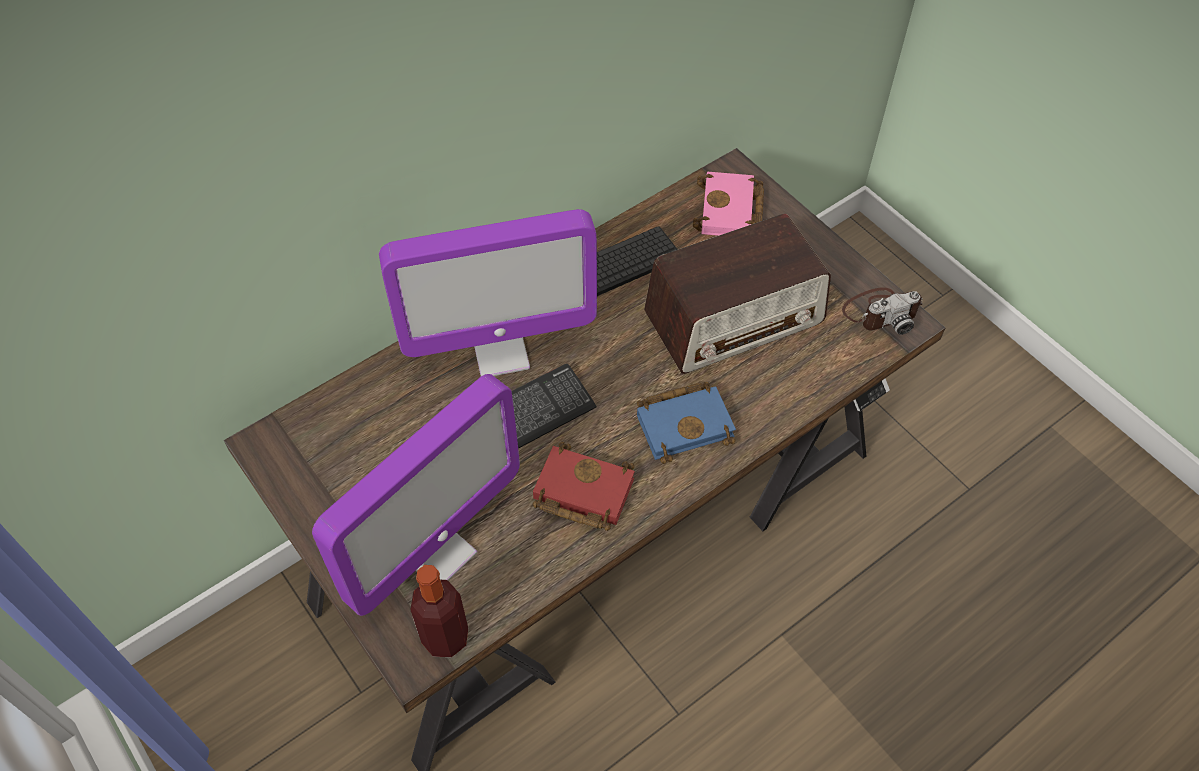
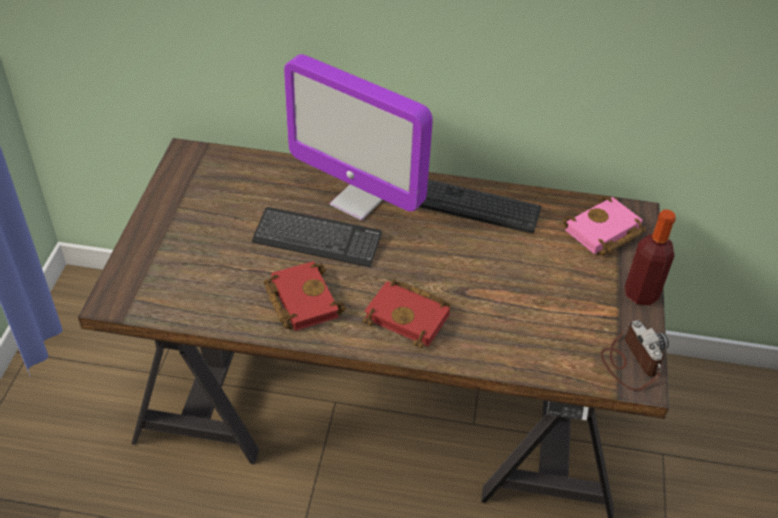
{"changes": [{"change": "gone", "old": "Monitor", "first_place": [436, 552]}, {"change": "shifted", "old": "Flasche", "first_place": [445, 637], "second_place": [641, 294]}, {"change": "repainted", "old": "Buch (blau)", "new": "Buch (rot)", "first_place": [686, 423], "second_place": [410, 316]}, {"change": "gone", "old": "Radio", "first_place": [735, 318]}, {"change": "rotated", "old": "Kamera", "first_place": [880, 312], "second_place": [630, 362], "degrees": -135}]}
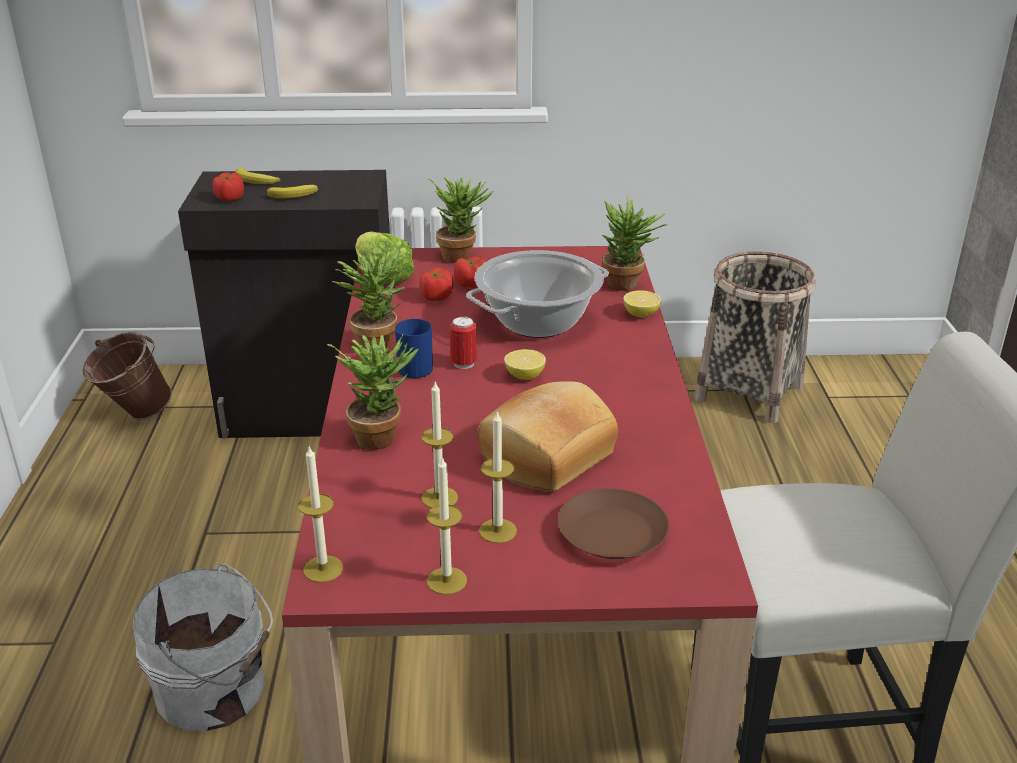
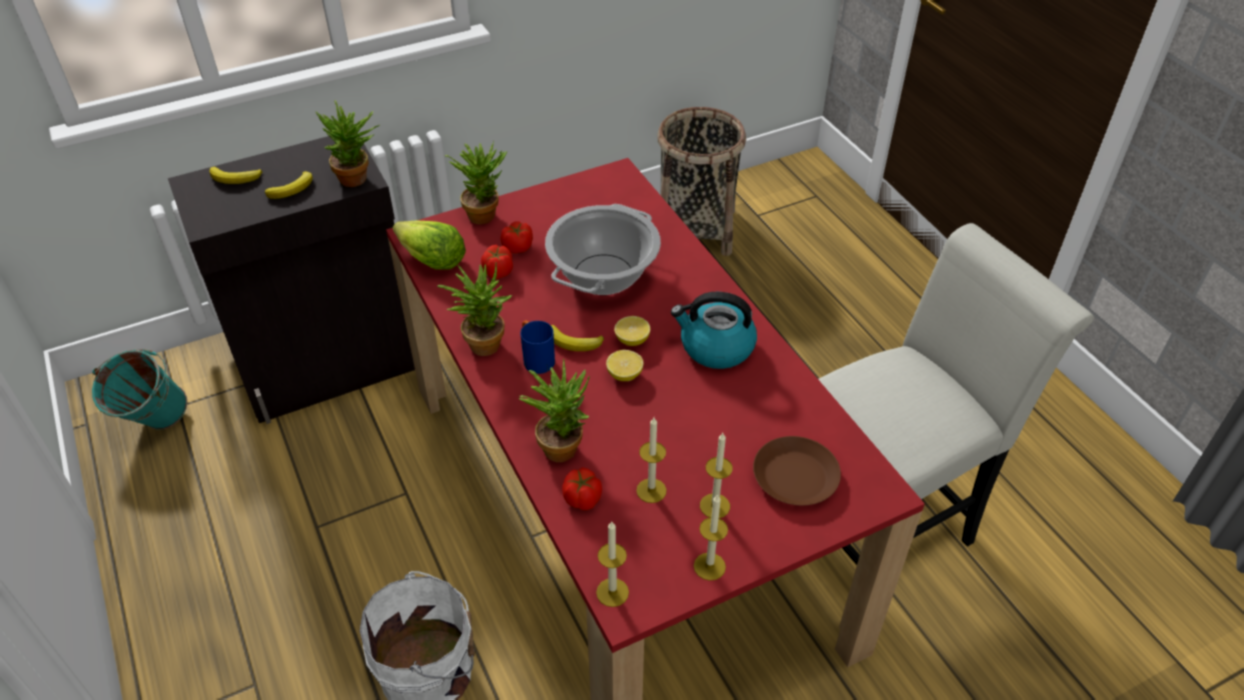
{"changes": [{"change": "repainted", "old": "Eimer (braun)", "new": "Eimer (türkis)", "first_place": [134, 415], "second_place": [154, 425]}, {"change": "shifted", "old": "Tomate", "first_place": [230, 199], "second_place": [582, 498]}, {"change": "swapped", "old": "Dose", "new": "Banane", "first_place": [464, 364], "second_place": [574, 342]}, {"change": "gone", "old": "Brot", "first_place": [544, 455]}, {"change": "shifted", "old": "Topfpflanze", "first_place": [628, 286], "second_place": [358, 179]}, {"change": "shifted", "old": "Zitrone", "first_place": [641, 314], "second_place": [624, 375]}, {"change": "new", "new": "Wasserkessel", "second_place": [715, 347]}]}
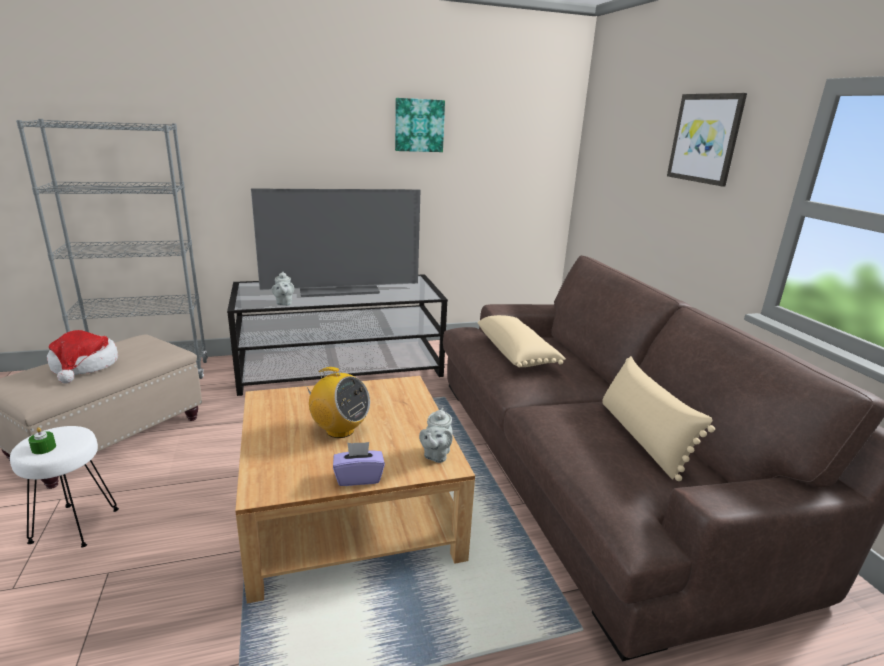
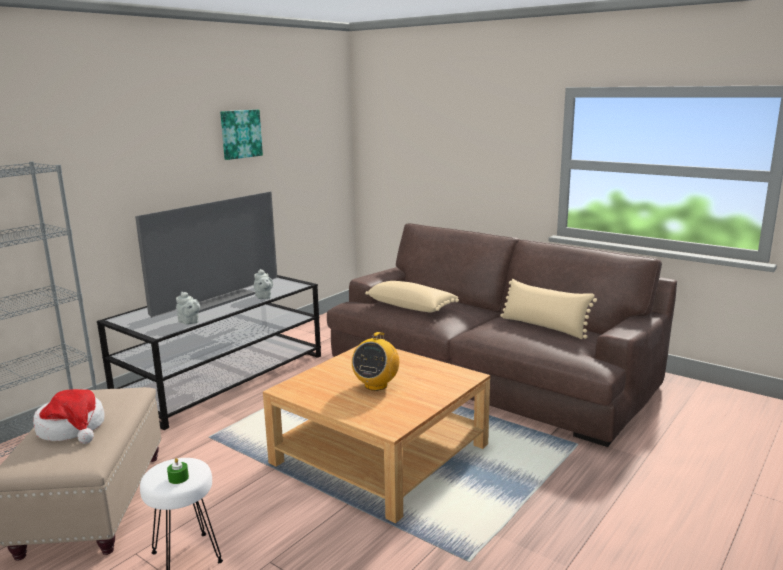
{"changes": [{"change": "rotated", "old": "Radio", "first_place": [339, 430], "second_place": [376, 385], "degrees": 120}, {"change": "gone", "old": "Taschentuchbox (lila)", "first_place": [358, 477]}, {"change": "shifted", "old": "Teekanne (grau)", "first_place": [436, 455], "second_place": [263, 297]}, {"change": "gone", "old": "Bild", "first_place": [705, 138]}]}
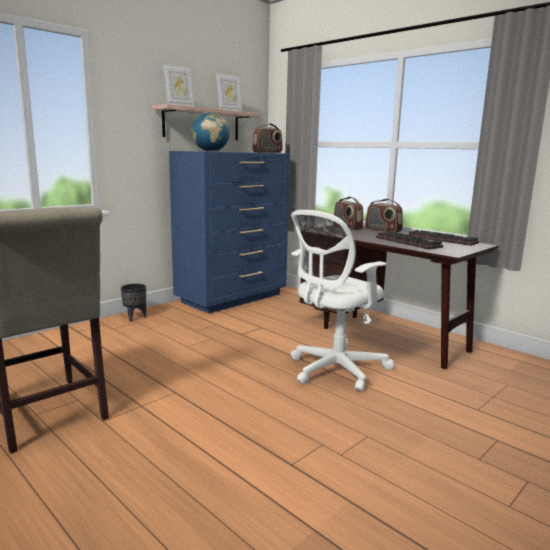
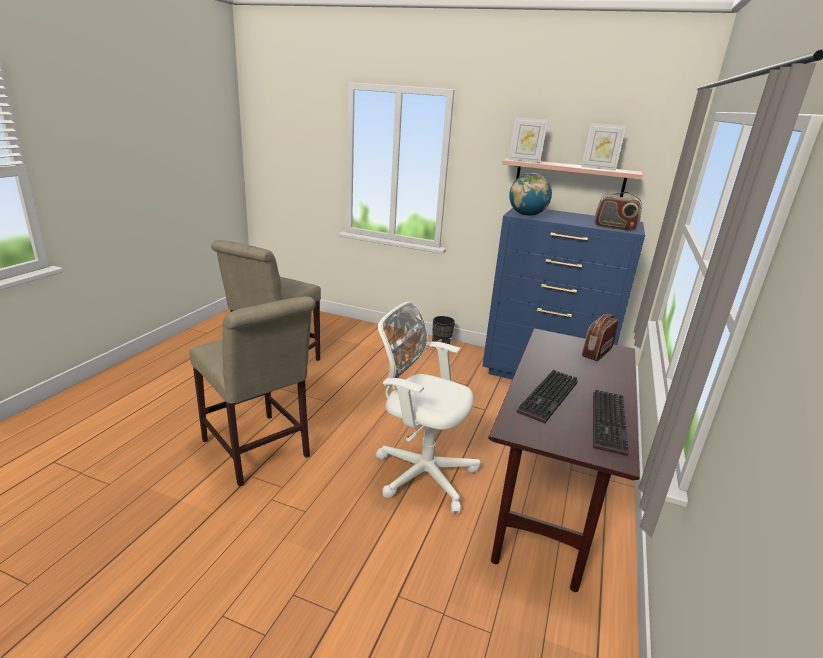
{"changes": [{"change": "gone", "old": "Radio", "first_place": [382, 230]}, {"change": "new", "new": "Stuhl (beige)", "second_place": [258, 451]}]}
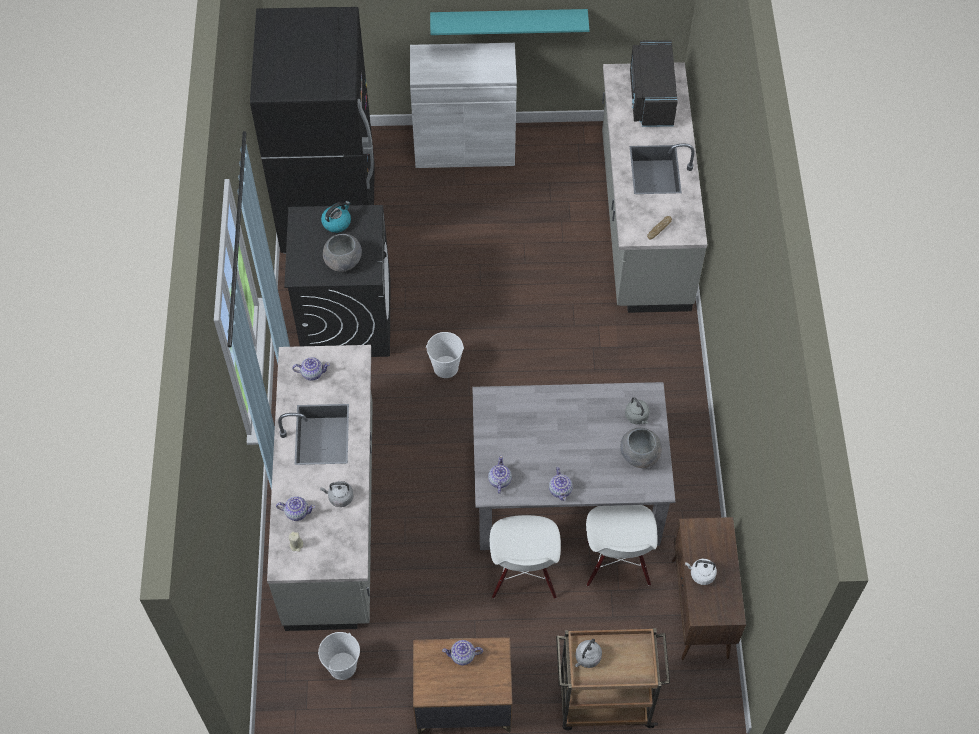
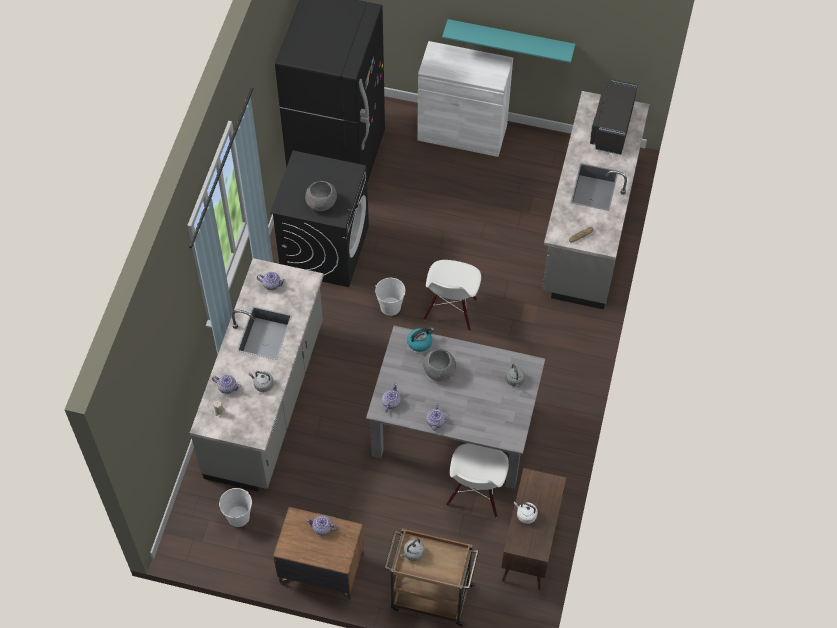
{"changes": [{"change": "shifted", "old": "Wasserkessel", "first_place": [337, 222], "second_place": [420, 342]}, {"change": "shifted", "old": "Stuhl (weiß)", "first_place": [523, 576], "second_place": [451, 310]}, {"change": "shifted", "old": "Schüssel (grau)", "first_place": [639, 455], "second_place": [439, 371]}]}
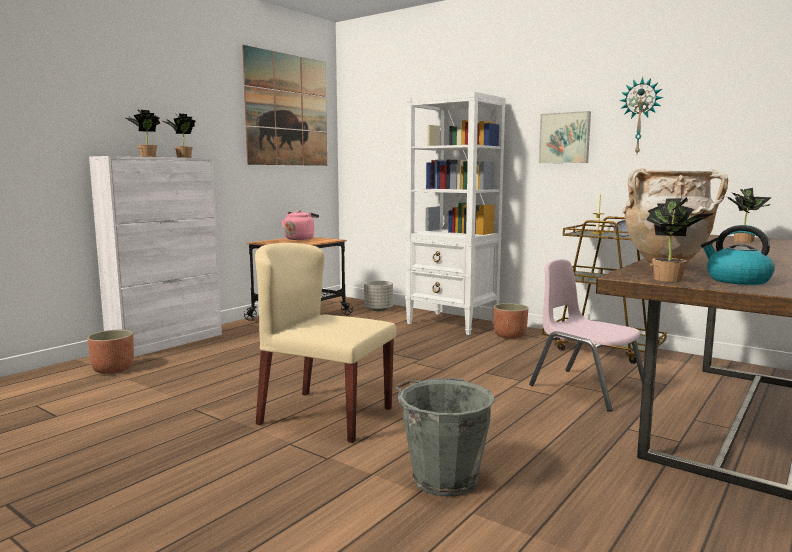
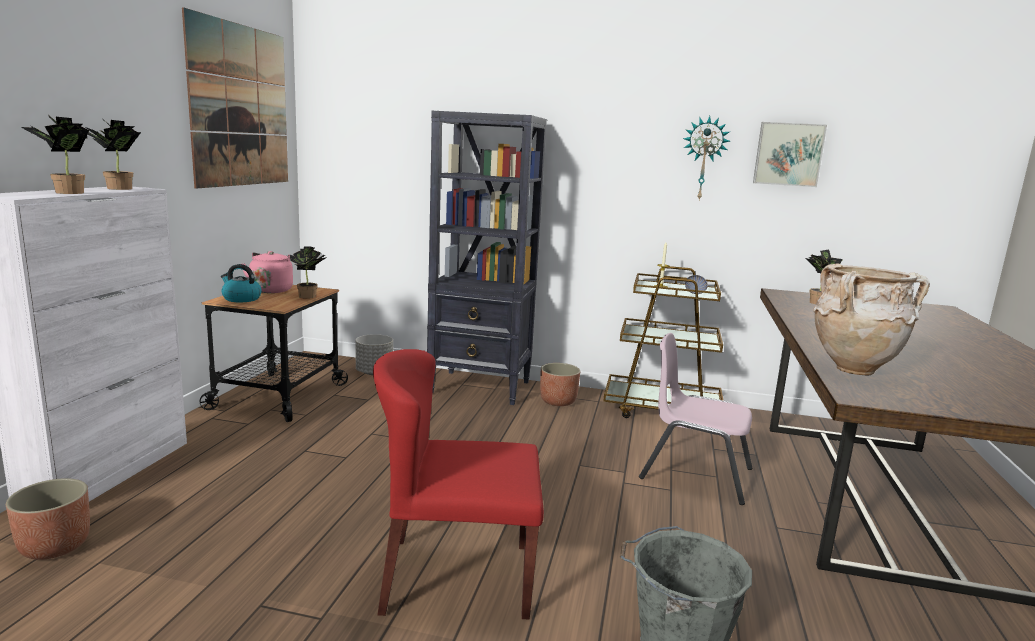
{"changes": [{"change": "repainted", "old": "Stuhl (beige)", "new": "Stuhl (rot)", "first_place": [324, 415], "second_place": [456, 577]}, {"change": "repainted", "old": "Bücherregal (weiß)", "new": "Bücherregal (schwarz)", "first_place": [452, 323], "second_place": [481, 388]}, {"change": "shifted", "old": "Bild", "first_place": [565, 138], "second_place": [788, 154]}, {"change": "shifted", "old": "Topfpflanze", "first_place": [672, 280], "second_place": [309, 297]}, {"change": "shifted", "old": "Wasserkessel", "first_place": [736, 280], "second_place": [241, 299]}]}
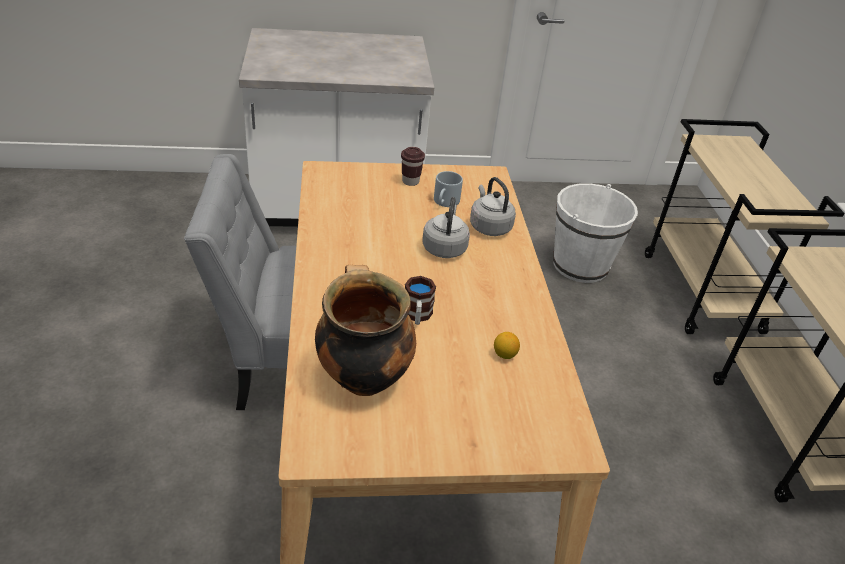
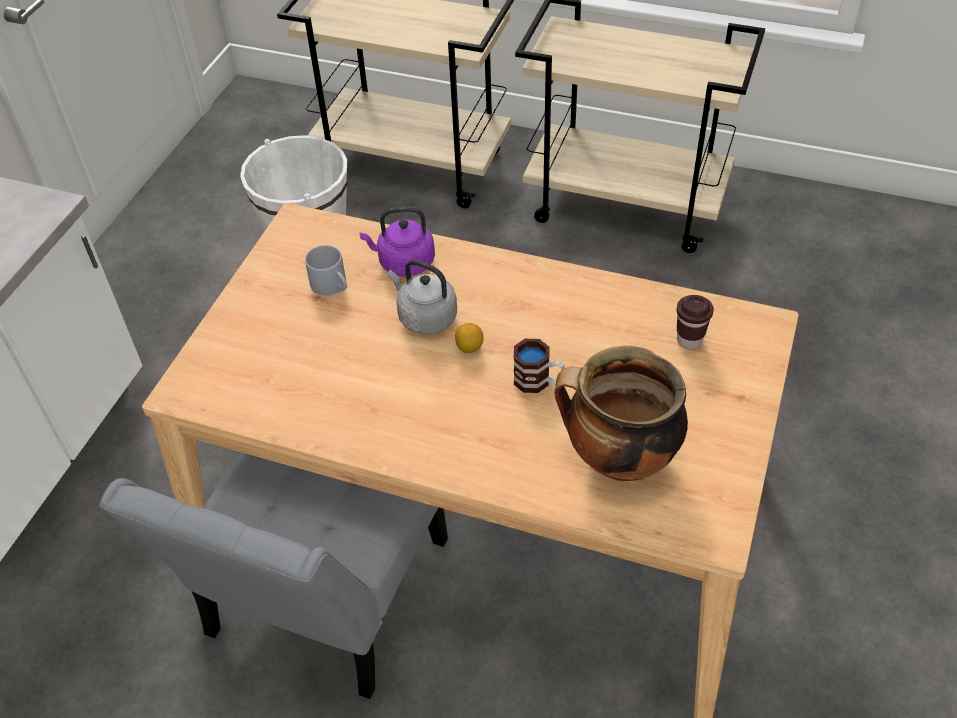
{"changes": [{"change": "shifted", "old": "Tasse (braun)", "first_place": [410, 181], "second_place": [689, 340]}, {"change": "repainted", "old": "Wasserkessel (grau)", "new": "Wasserkessel (lila)", "first_place": [489, 226], "second_place": [403, 263]}, {"change": "shifted", "old": "Zitrone", "first_place": [504, 355], "second_place": [469, 348]}]}
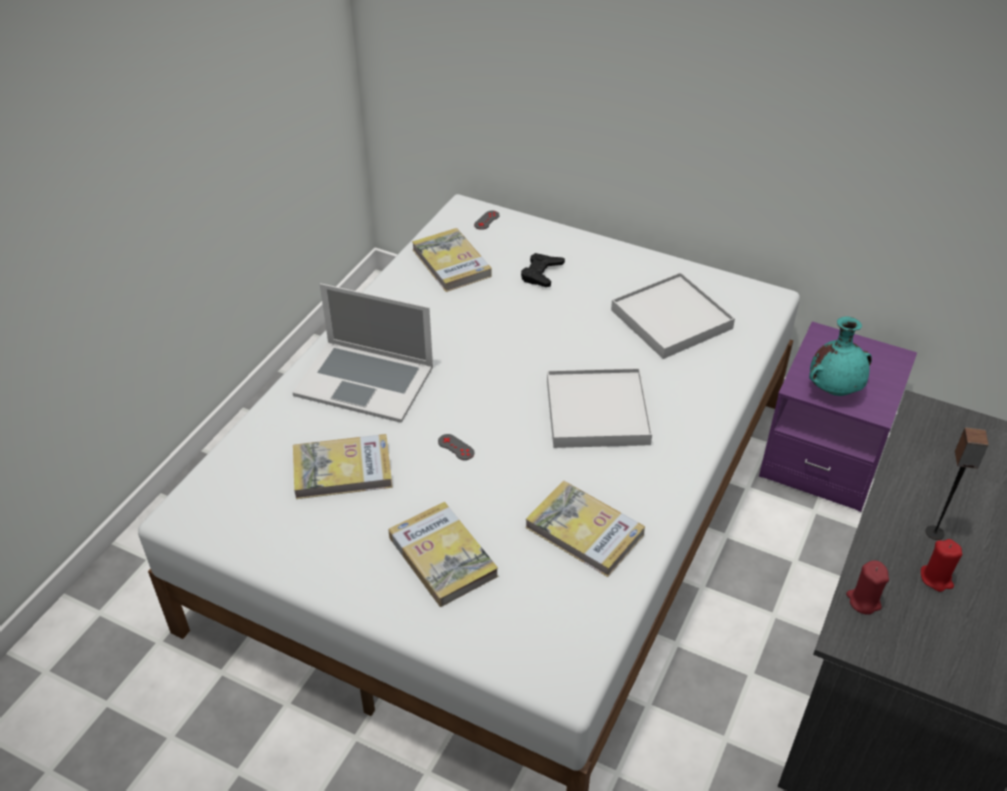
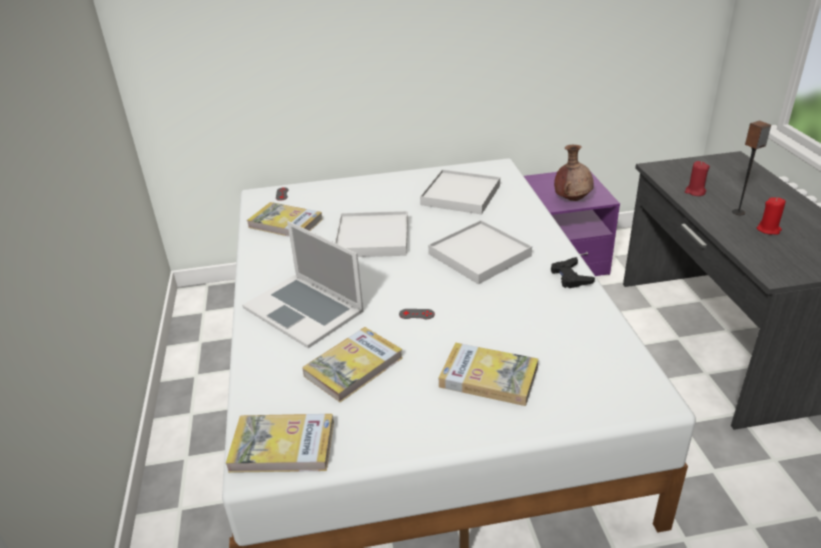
{"changes": [{"change": "rotated", "old": "Laptop", "first_place": [365, 380], "second_place": [303, 309], "degrees": 60}, {"change": "shifted", "old": "Gamepad (schwarz)", "first_place": [541, 273], "second_place": [570, 277]}, {"change": "shifted", "old": "Buch", "first_place": [584, 531], "second_place": [282, 446]}, {"change": "repainted", "old": "Vase (türkis)", "new": "Vase (braun)", "first_place": [834, 390], "second_place": [572, 199]}, {"change": "shifted", "old": "Kerze (rot)", "first_place": [863, 601], "second_place": [695, 192]}, {"change": "new", "new": "Tablett (weiß)", "second_place": [372, 238]}]}
